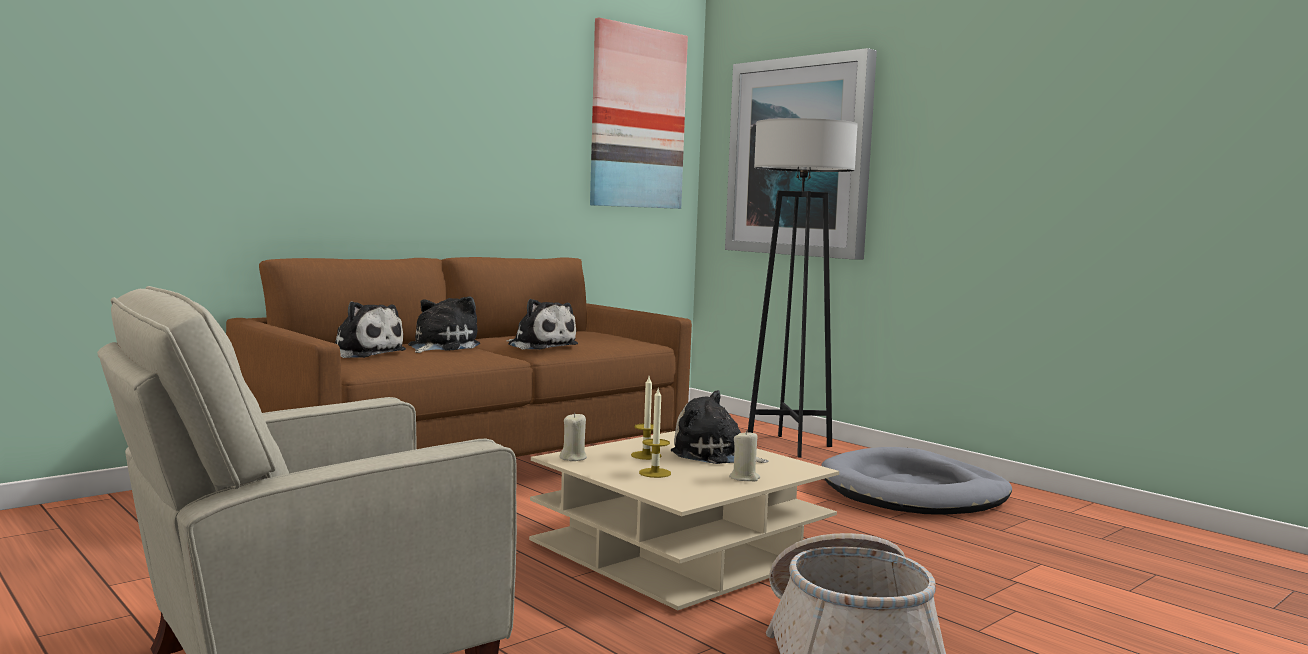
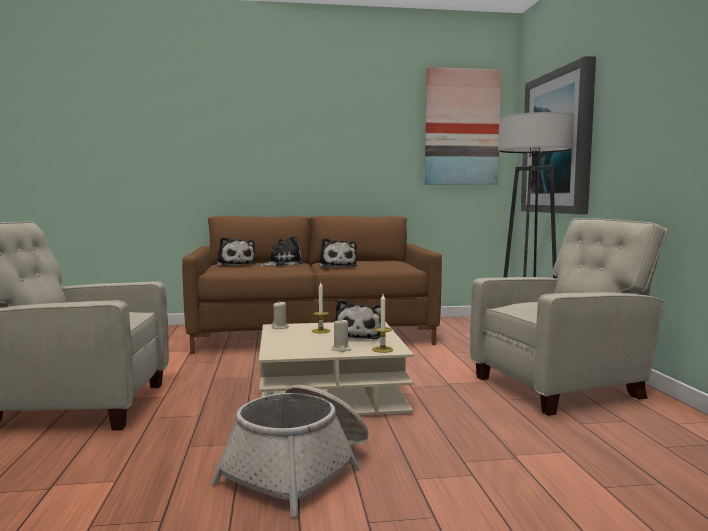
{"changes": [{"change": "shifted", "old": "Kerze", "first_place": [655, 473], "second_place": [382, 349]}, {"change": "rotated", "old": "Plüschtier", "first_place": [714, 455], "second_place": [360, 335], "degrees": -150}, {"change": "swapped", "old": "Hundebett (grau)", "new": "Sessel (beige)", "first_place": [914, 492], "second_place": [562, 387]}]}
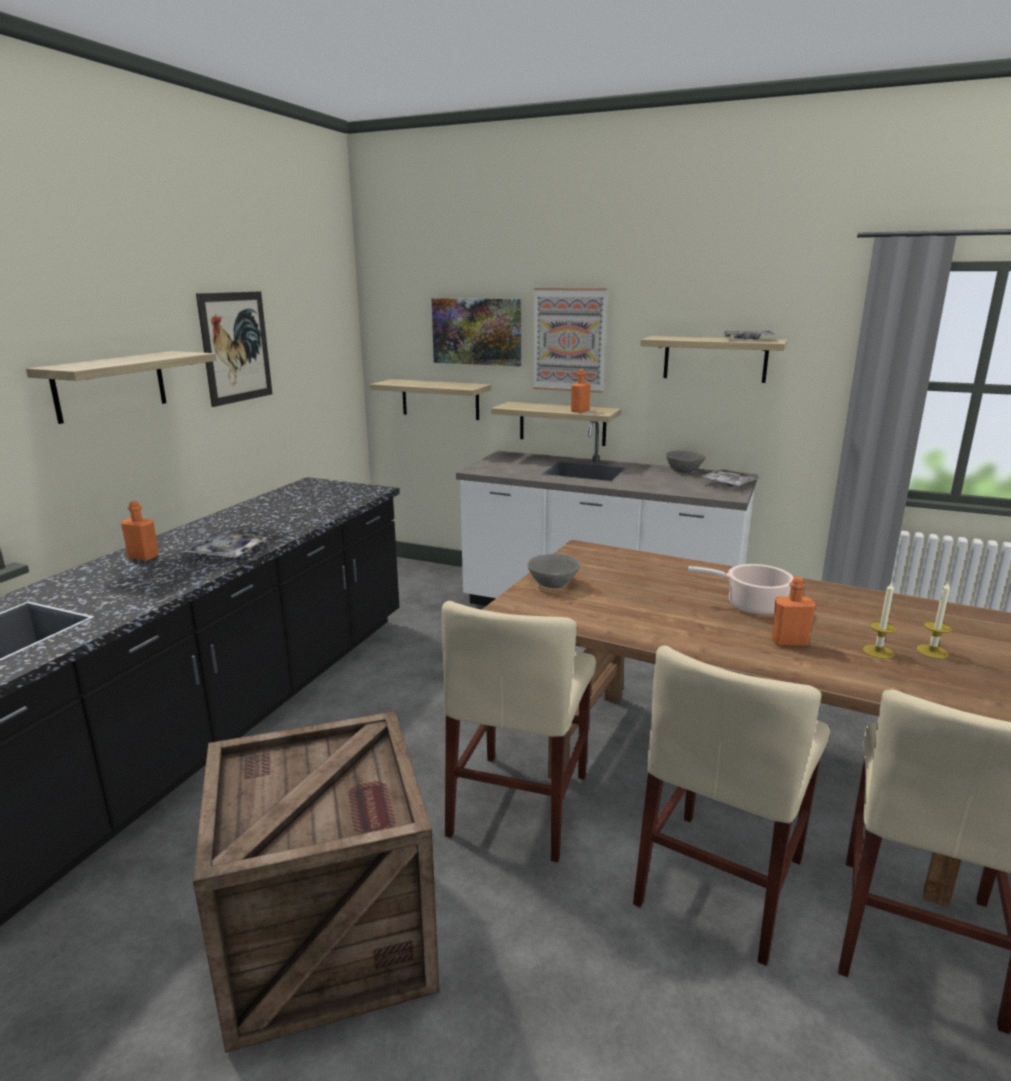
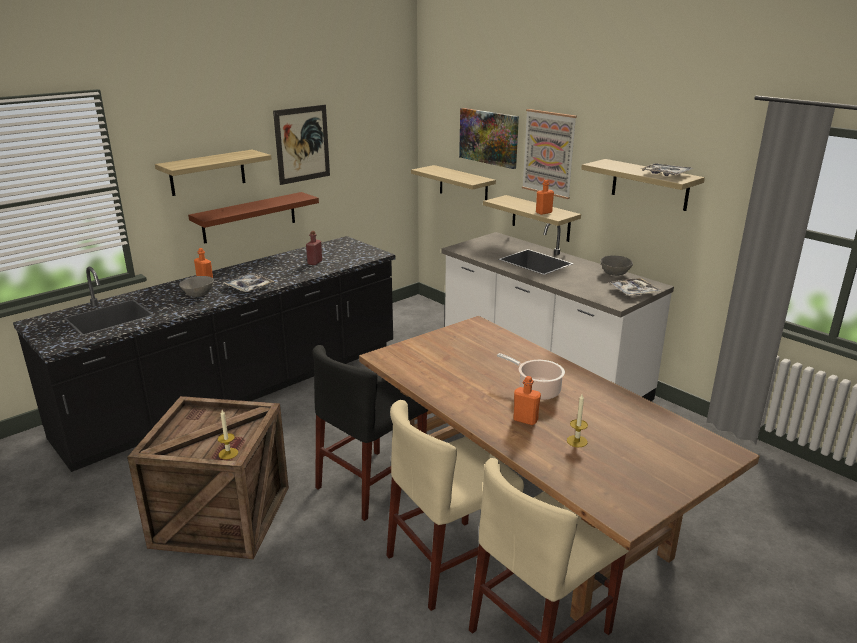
{"changes": [{"change": "repainted", "old": "Stuhl (beige)", "new": "Stuhl (schwarz)", "first_place": [519, 804], "second_place": [371, 483]}, {"change": "shifted", "old": "Schüssel (grau)", "first_place": [552, 584], "second_place": [198, 294]}, {"change": "shifted", "old": "Kerze", "first_place": [932, 651], "second_place": [228, 453]}, {"change": "new", "new": "Wandregal (braun)", "second_place": [249, 217]}, {"change": "new", "new": "Flasche (rot)", "second_place": [315, 262]}]}
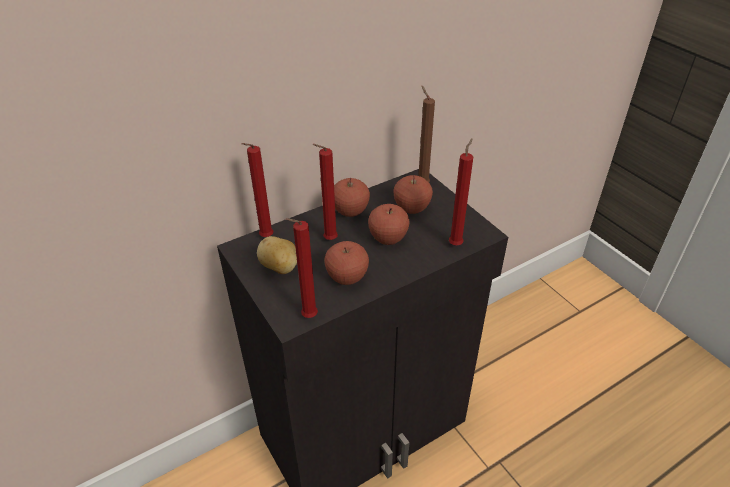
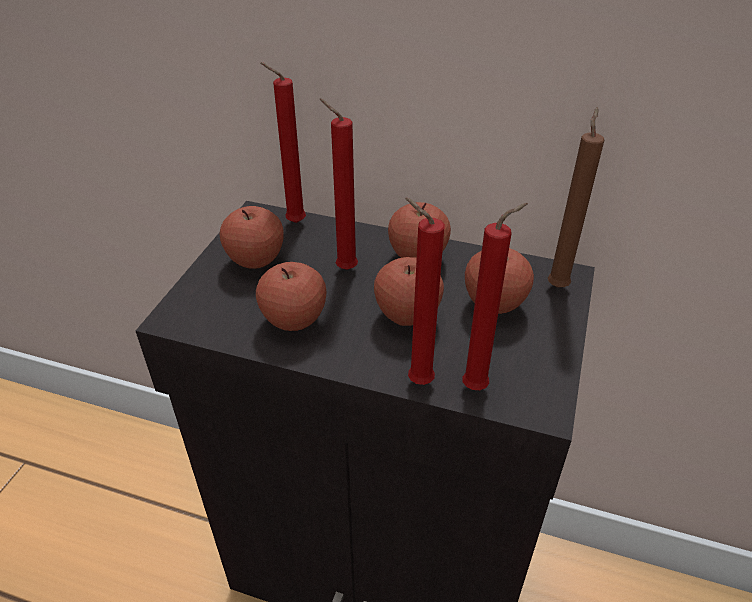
{"changes": [{"change": "swapped", "old": "Kartoffel", "new": "Apfel", "first_place": [280, 268], "second_place": [255, 260]}, {"change": "shifted", "old": "Kerze (rot)", "first_place": [307, 317], "second_place": [416, 381]}]}
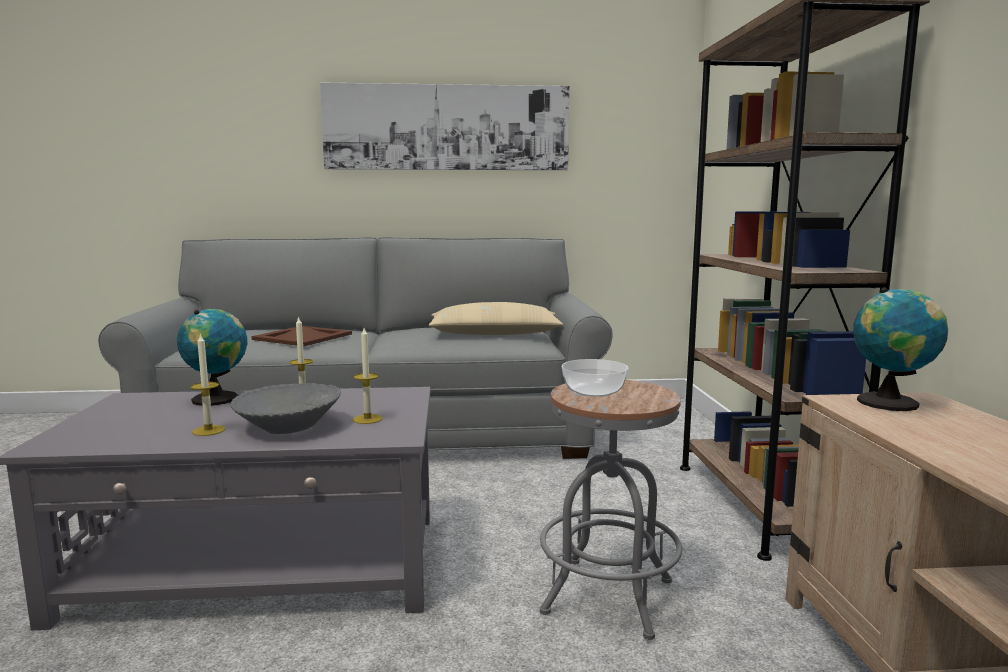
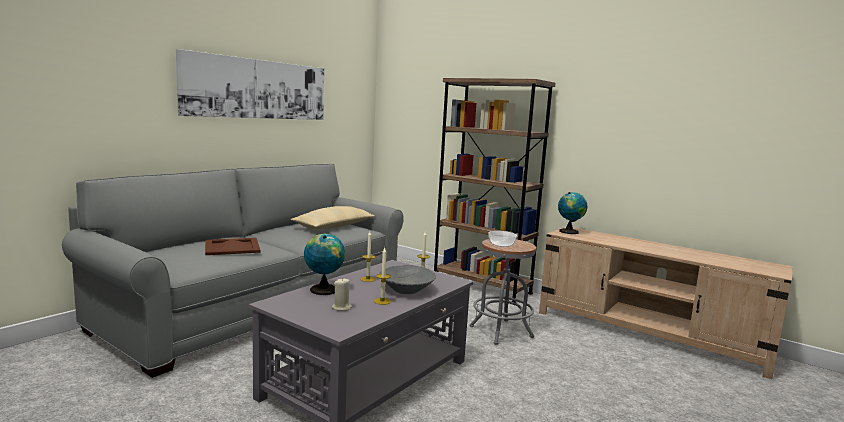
{"changes": [{"change": "new", "new": "Kerze (beige)", "second_place": [342, 307]}]}
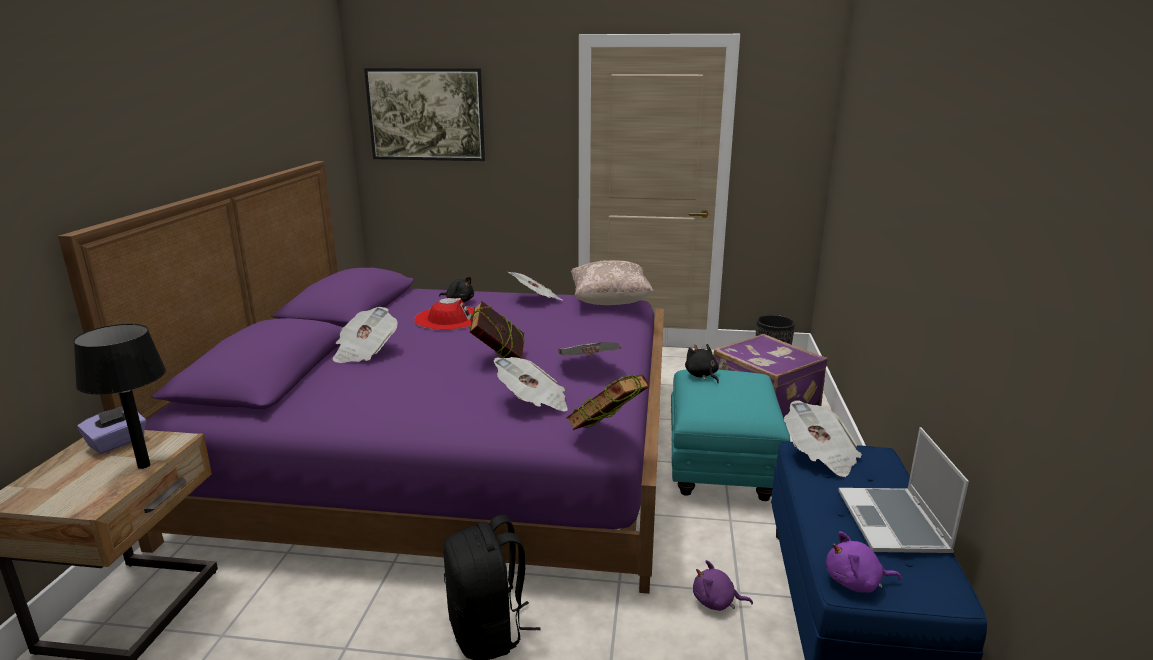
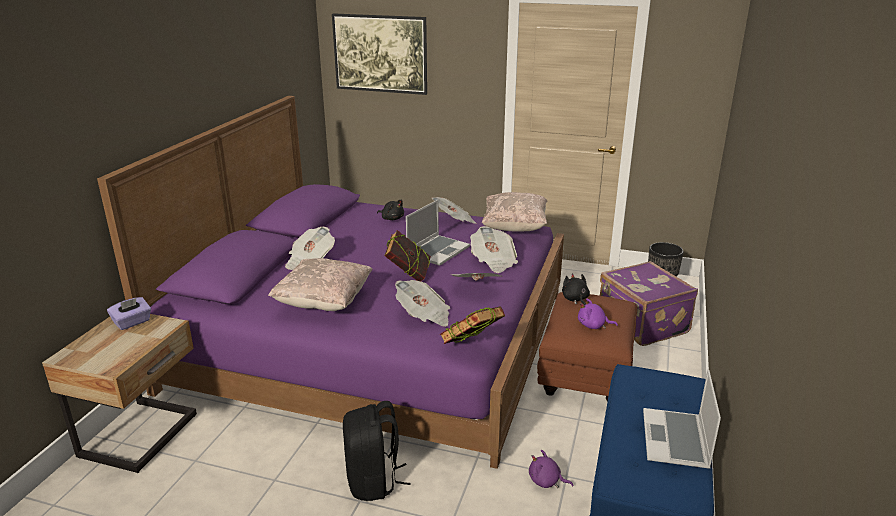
{"changes": [{"change": "gone", "old": "Tischlampe (schwarz)", "first_place": [143, 465]}, {"change": "gone", "old": "Hut (rot)", "first_place": [449, 318]}, {"change": "repainted", "old": "Polsterhocker (türkis)", "new": "Polsterhocker (braun)", "first_place": [720, 467], "second_place": [586, 374]}, {"change": "shifted", "old": "Zeitung", "first_place": [820, 456], "second_place": [493, 261]}, {"change": "shifted", "old": "Plüschtier (lila)", "first_place": [856, 582], "second_place": [593, 326]}, {"change": "new", "new": "Kissen (beige)", "second_place": [324, 303]}, {"change": "new", "new": "Laptop", "second_place": [438, 251]}]}
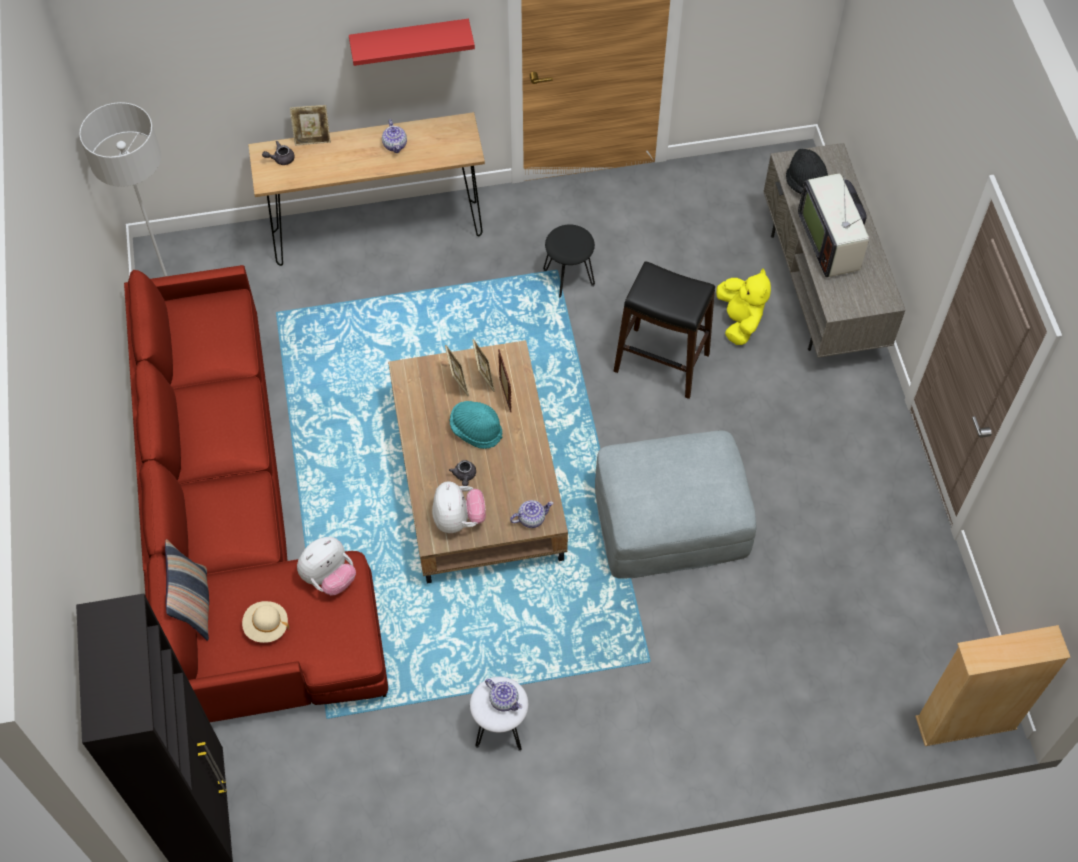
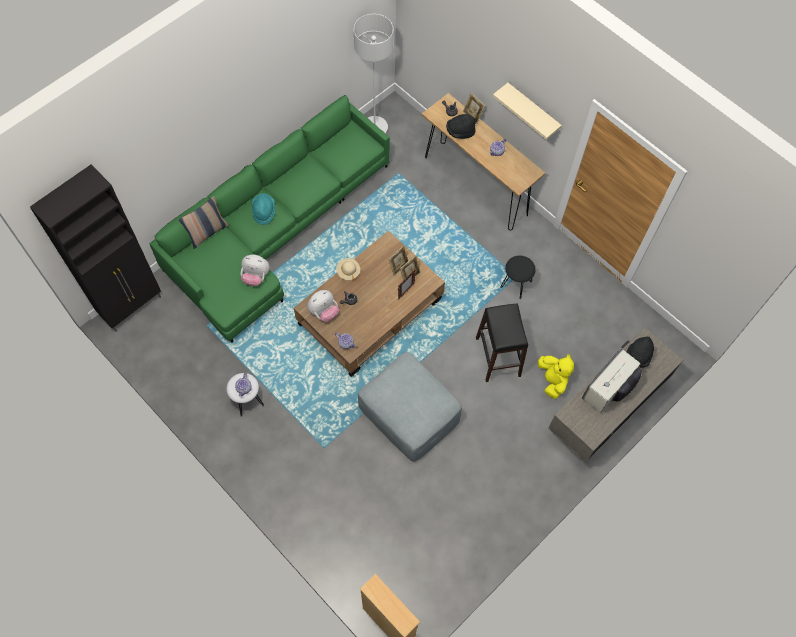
{"changes": [{"change": "repainted", "old": "Sofa (rot)", "new": "Sofa (grün)", "first_place": [238, 531], "second_place": [274, 231]}, {"change": "shifted", "old": "Hut (beige)", "first_place": [266, 626], "second_place": [348, 272]}, {"change": "repainted", "old": "Wandregal (rot)", "new": "Wandregal (beige)", "first_place": [410, 41], "second_place": [532, 111]}, {"change": "shifted", "old": "Hut (türkis)", "first_place": [476, 430], "second_place": [264, 212]}, {"change": "rotated", "old": "Plüschtier (gelb)", "first_place": [739, 321], "second_place": [552, 380], "degrees": -60}, {"change": "new", "new": "Hut (schwarz)", "second_place": [460, 131]}]}
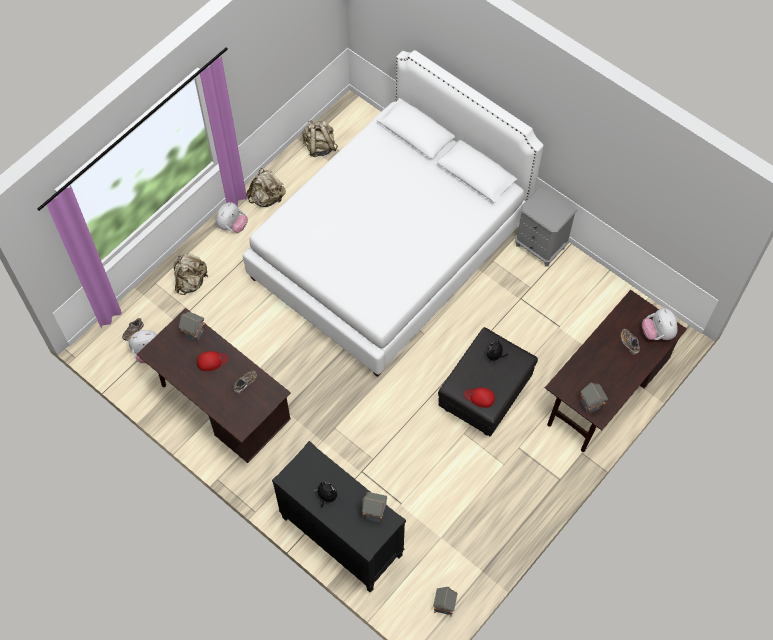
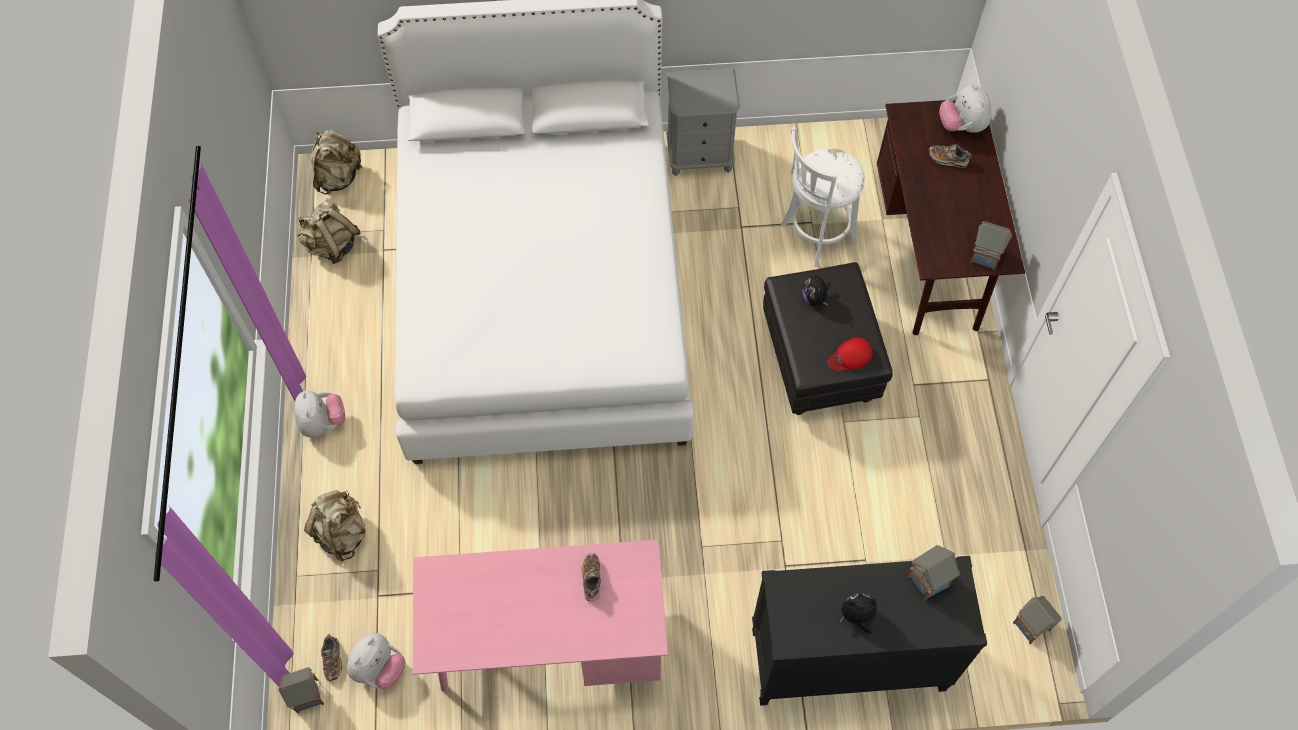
{"changes": [{"change": "repainted", "old": "Schreibtisch (braun)", "new": "Schreibtisch (rosa)", "first_place": [222, 408], "second_place": [547, 647]}, {"change": "shifted", "old": "Spielzeughaus", "first_place": [194, 333], "second_place": [306, 696]}, {"change": "gone", "old": "Kappe (rot)", "first_place": [212, 361]}, {"change": "shifted", "old": "Rucksack (beige)", "first_place": [267, 198], "second_place": [339, 177]}, {"change": "rotated", "old": "Plüschtier", "first_place": [657, 333], "second_place": [961, 126], "degrees": 45}, {"change": "new", "new": "Hocker (weiß)", "second_place": [815, 235]}]}
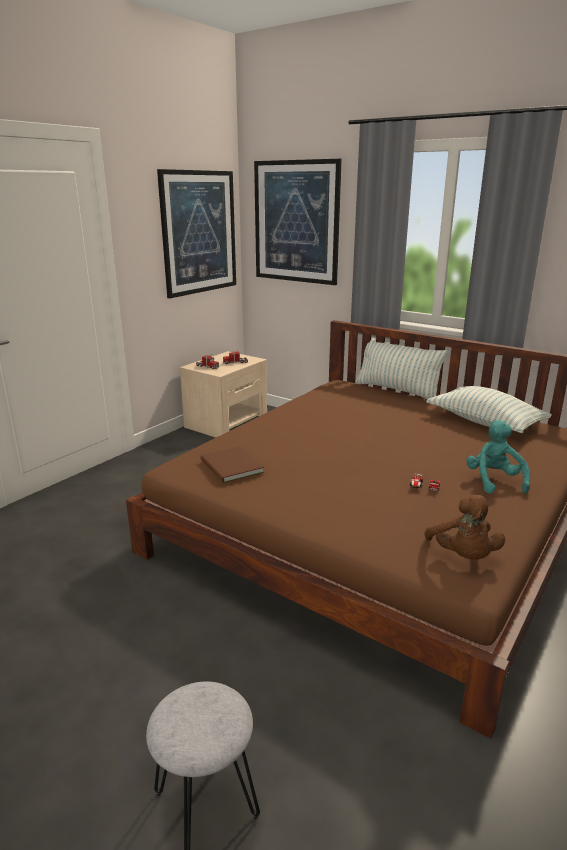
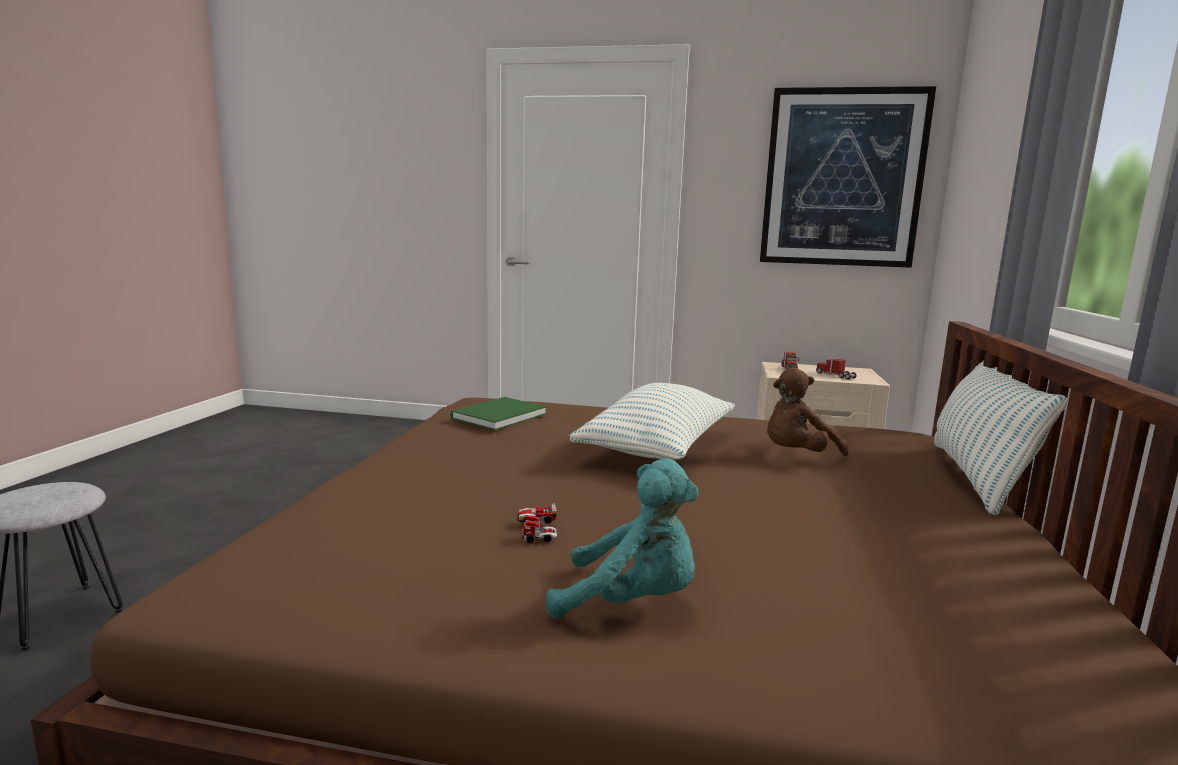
{"changes": [{"change": "repainted", "old": "Buch (braun)", "new": "Buch (grün)", "first_place": [231, 467], "second_place": [496, 416]}, {"change": "gone", "old": "Bild", "first_place": [296, 222]}, {"change": "shifted", "old": "Plüschtier (braun)", "first_place": [463, 556], "second_place": [797, 456]}, {"change": "shifted", "old": "Kissen", "first_place": [485, 422], "second_place": [658, 448]}, {"change": "rotated", "old": "Plüschtier (türkis)", "first_place": [494, 481], "second_place": [631, 602], "degrees": 45}]}
